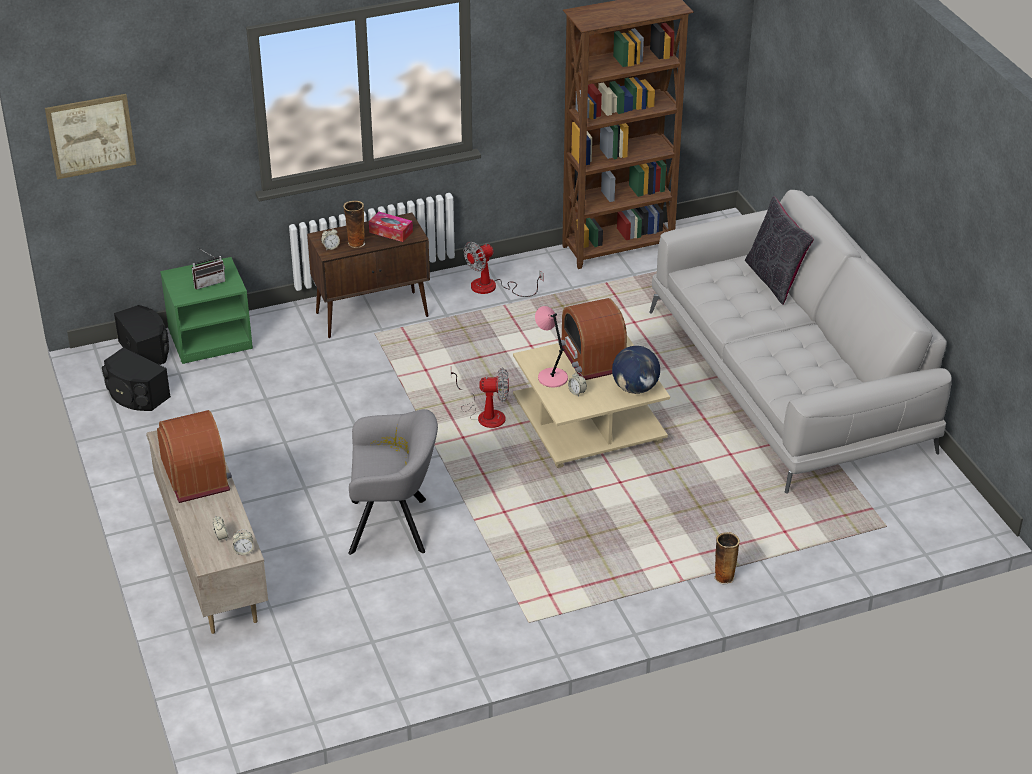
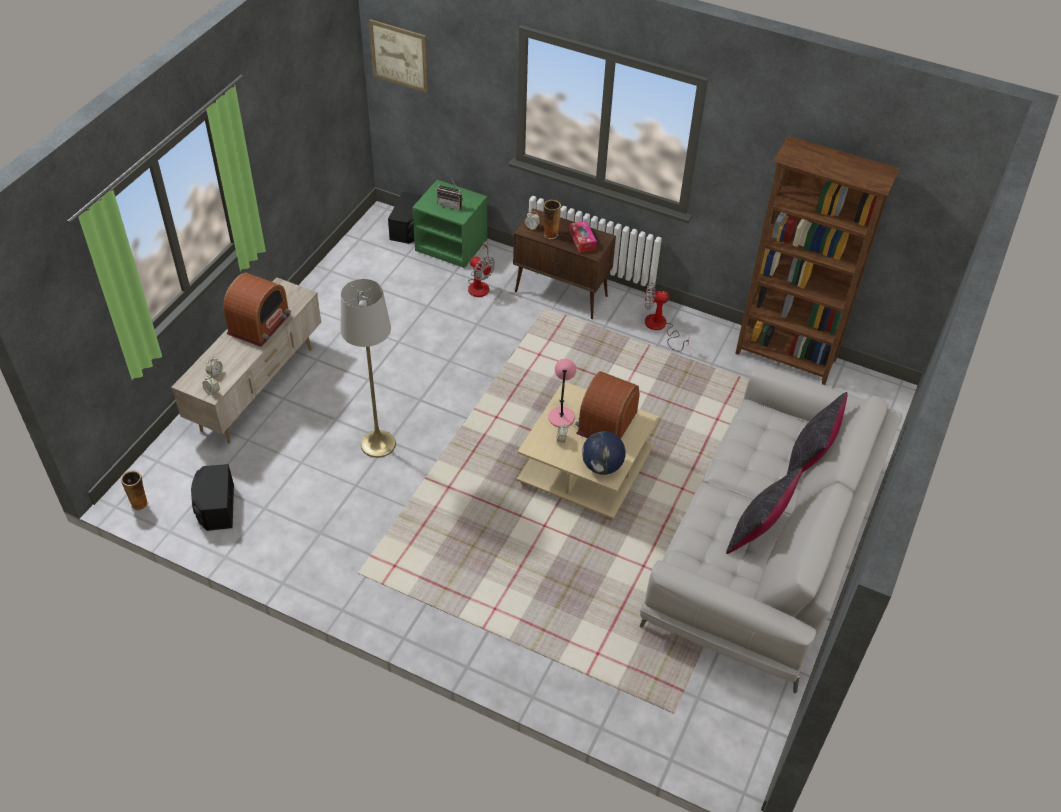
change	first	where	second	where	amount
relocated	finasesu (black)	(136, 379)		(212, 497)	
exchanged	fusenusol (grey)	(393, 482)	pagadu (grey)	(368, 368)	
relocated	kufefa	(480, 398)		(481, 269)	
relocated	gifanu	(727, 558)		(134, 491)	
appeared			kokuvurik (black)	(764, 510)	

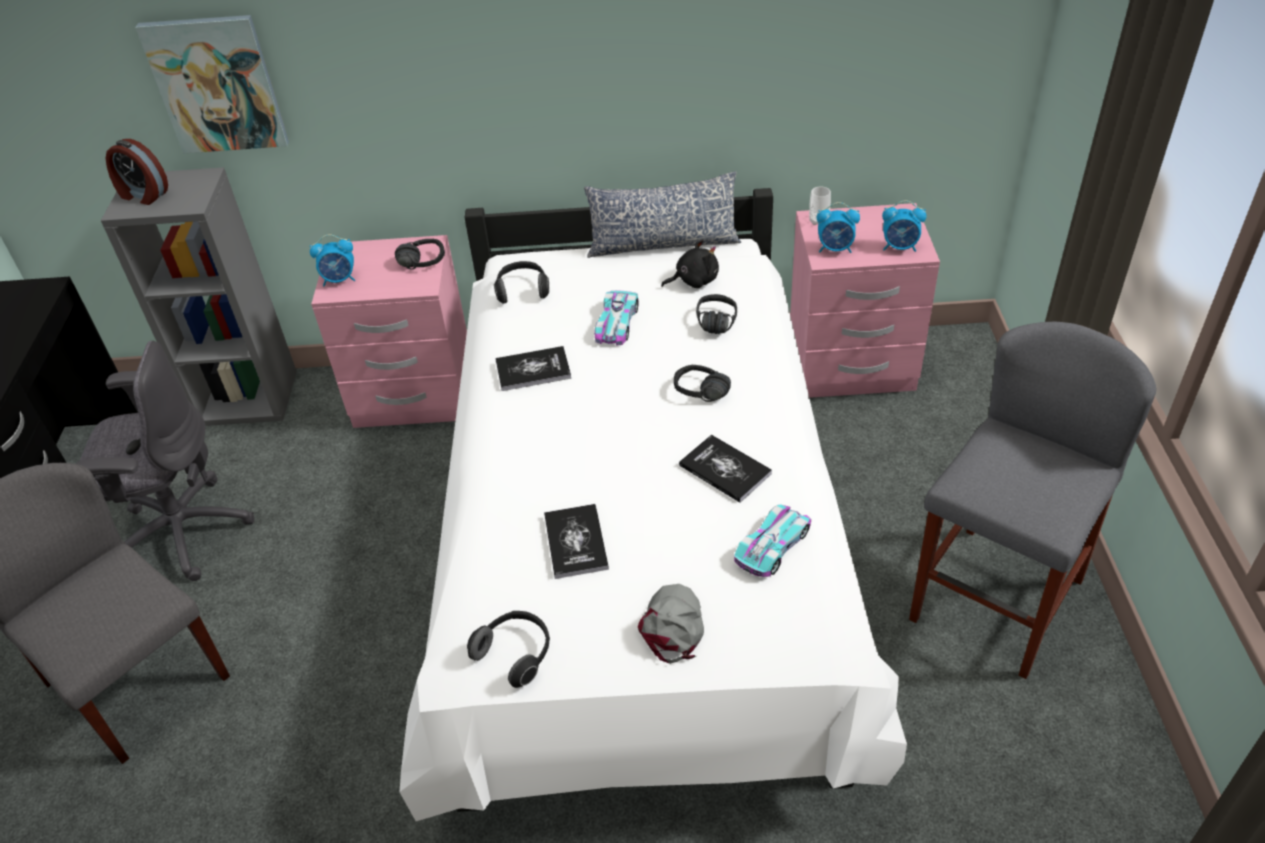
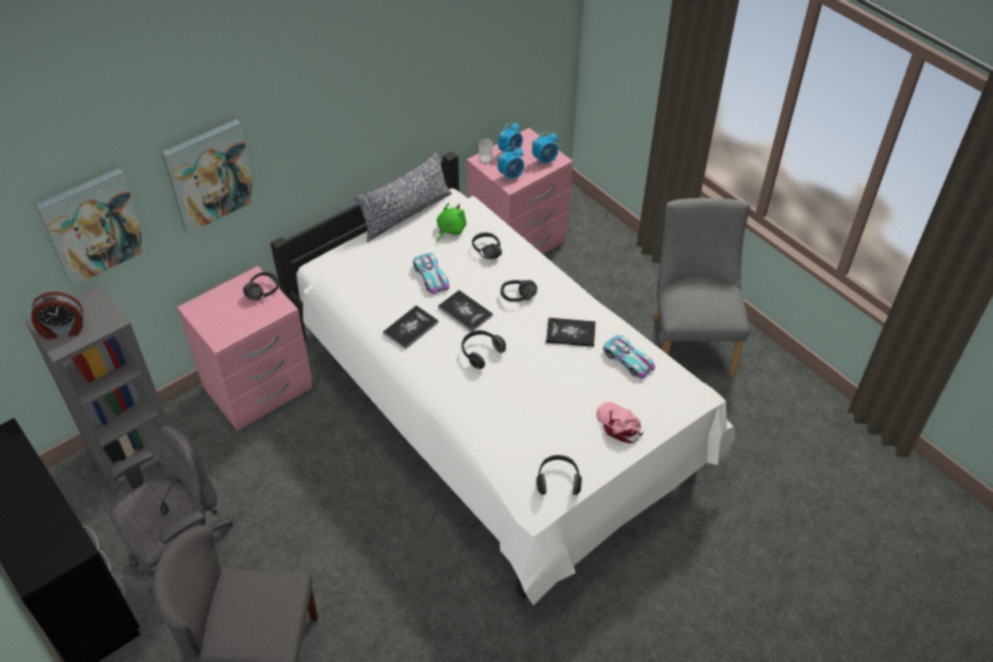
change	first	where	second	where	amount
relocated	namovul	(332, 260)		(510, 137)	
relocated	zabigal	(521, 282)		(483, 349)	
relocated	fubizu	(576, 541)		(465, 311)	
colour	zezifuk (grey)	(671, 624)	zezifuk (pink)	(620, 422)	
colour	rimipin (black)	(690, 263)	rimipin (green)	(451, 222)	
spun	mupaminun	(772, 540)		(629, 357)	135 degrees clockwise
exchanged	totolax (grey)	(1032, 500)	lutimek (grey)	(702, 287)	
appeared			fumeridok	(209, 176)	

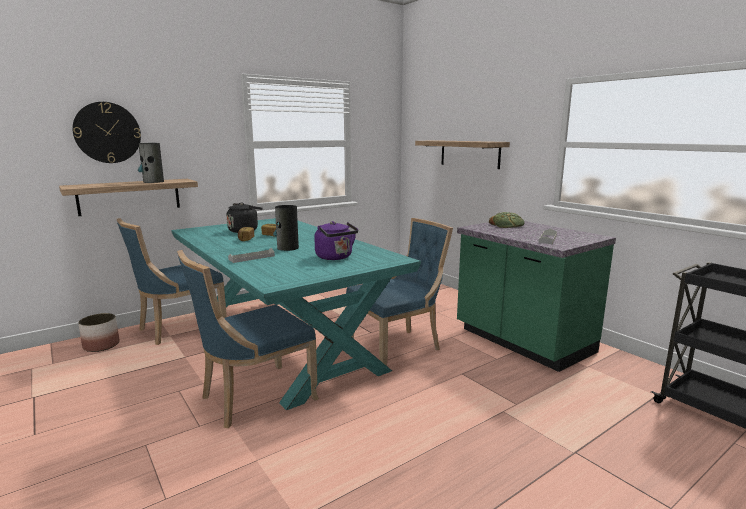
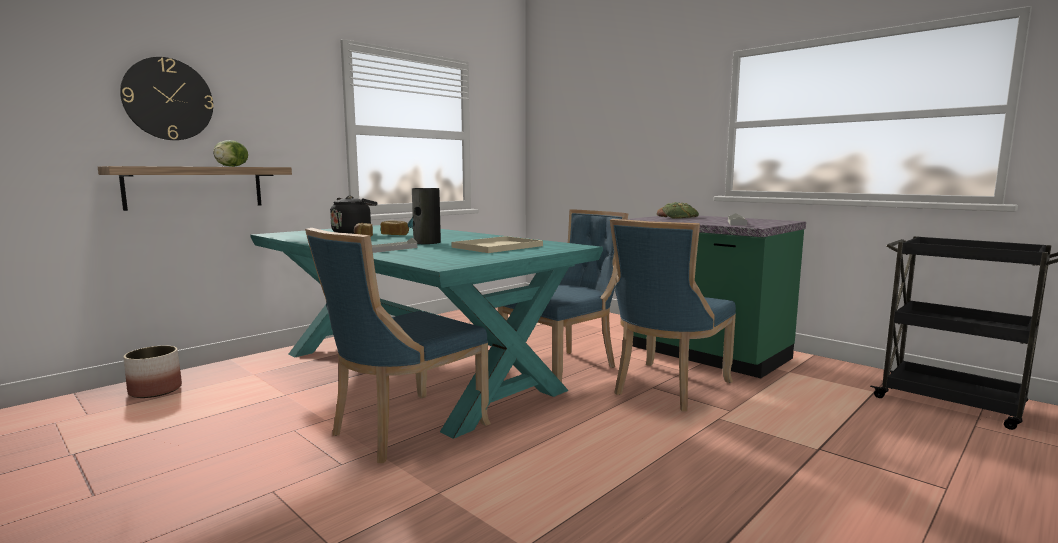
change	first	where	second	where	amount
relocated	lutimek (blue)	(172, 281)		(673, 315)	
exchanged	gifanu	(151, 163)	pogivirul	(230, 153)	
exchanged	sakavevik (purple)	(336, 240)	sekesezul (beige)	(497, 244)	
missing	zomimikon	(462, 154)			

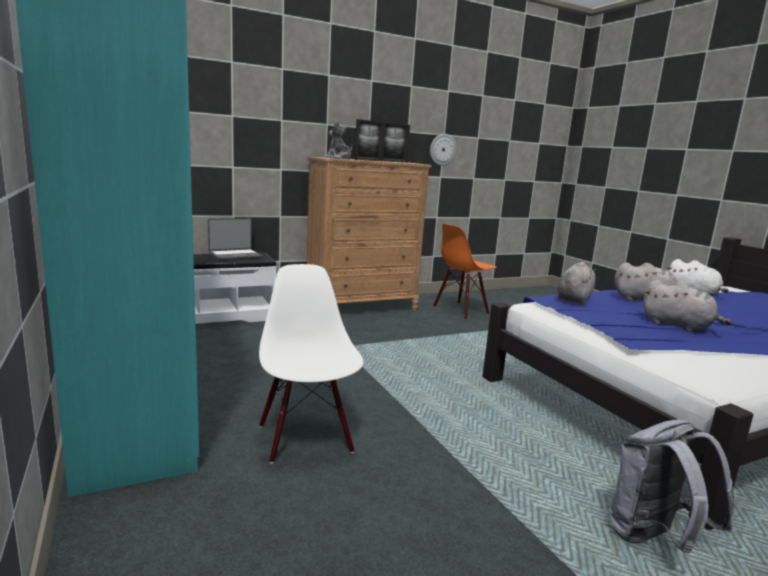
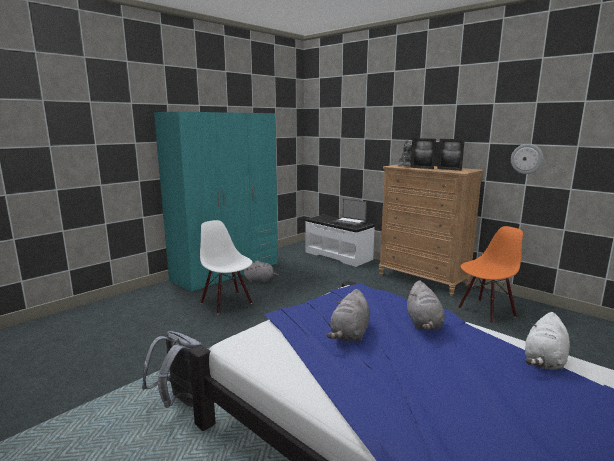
change	first	where	second	where	amount
spun	lutimek (white)	(311, 364)		(226, 267)	90 degrees counterclockwise
spun	lutimek (orange)	(465, 272)		(490, 275)	120 degrees clockwise
relocated	rimipin (grey)	(577, 283)		(261, 271)	

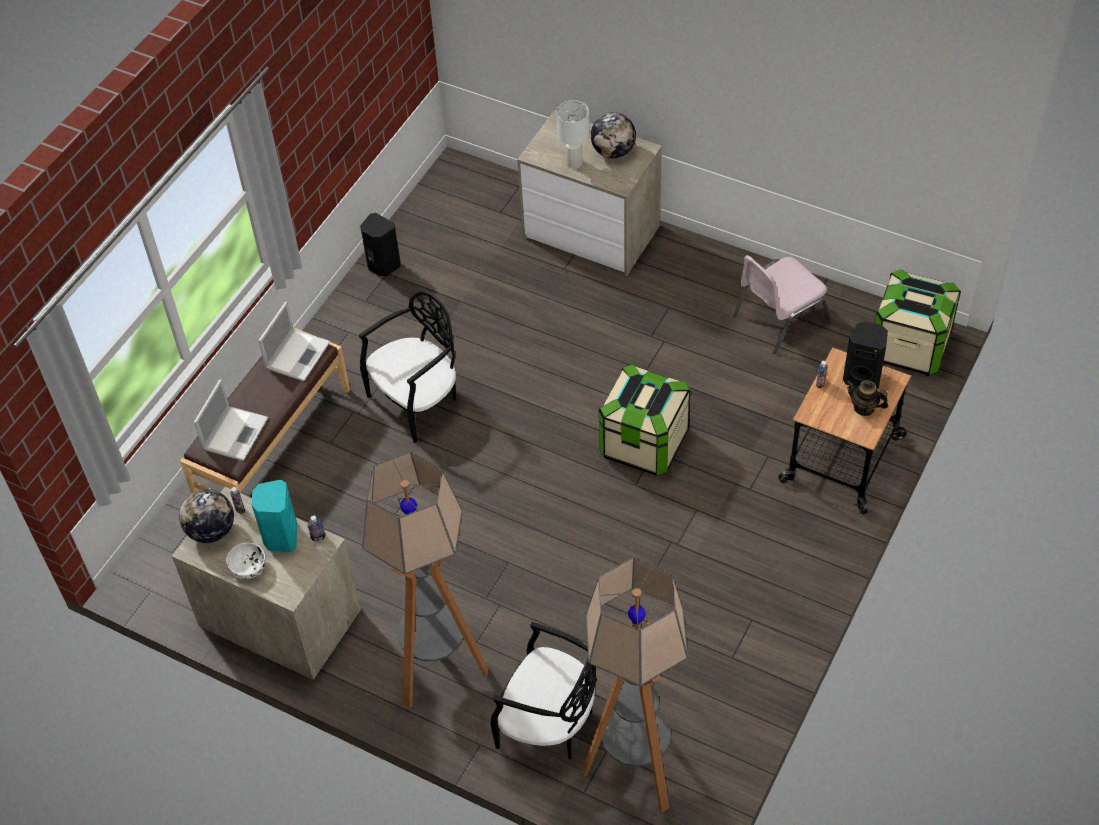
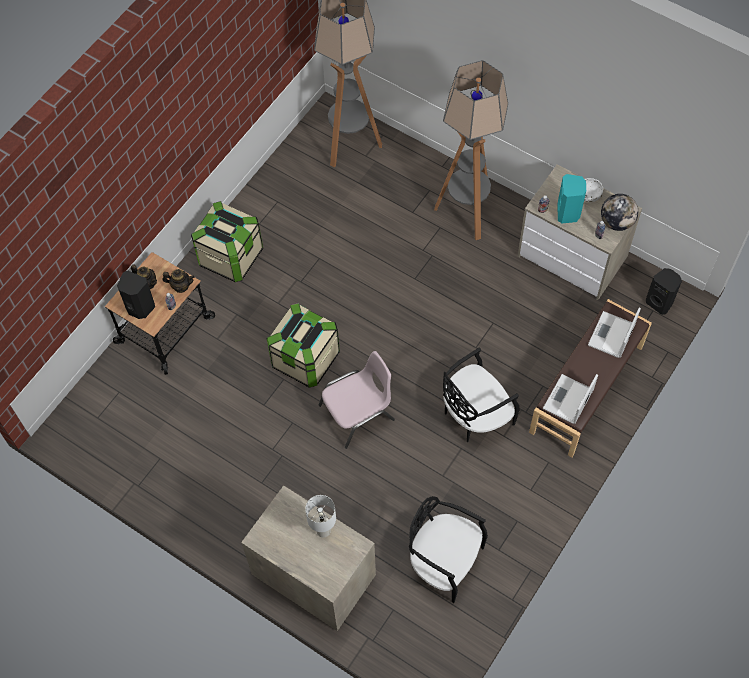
change	first	where	second	where	amount
relocated	finasesu (black)	(380, 244)		(664, 291)	
relocated	lutimek (black)	(543, 690)		(448, 549)	
missing	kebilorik	(613, 135)			
relocated	lutimek (pink)	(781, 304)		(357, 400)	
relocated	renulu	(917, 322)		(227, 241)	
appeared			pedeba	(178, 281)	

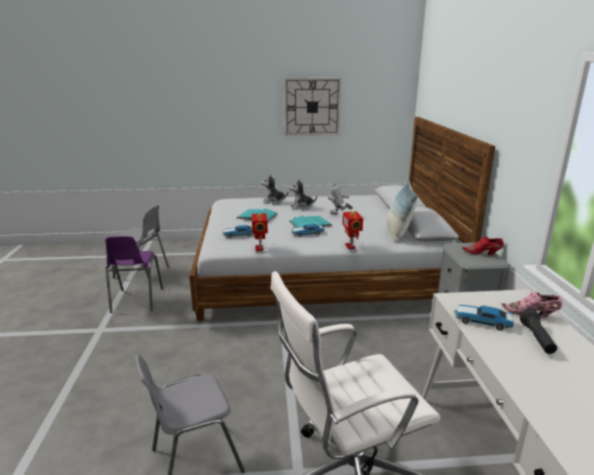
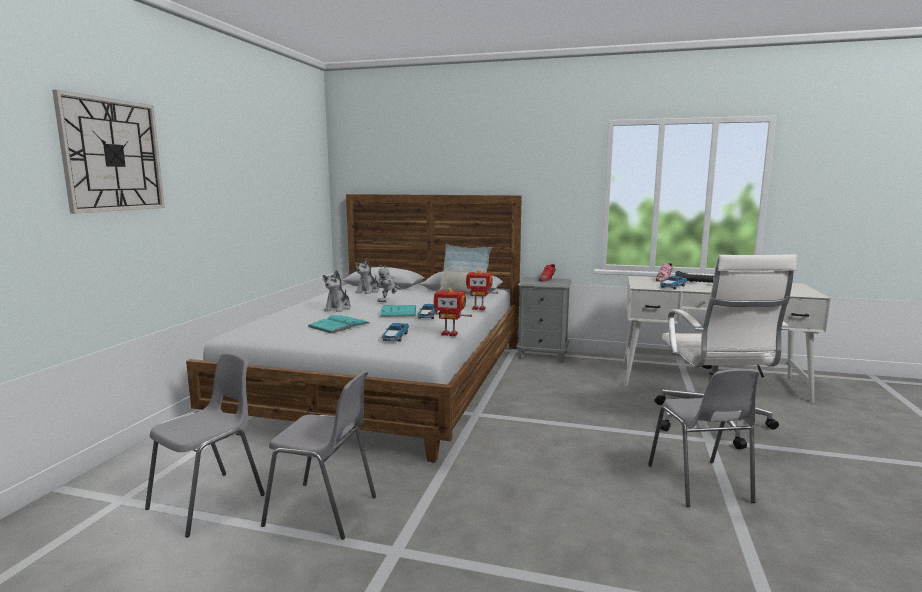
change	first	where	second	where	amount
colour	lutimek (purple)	(134, 274)	lutimek (grey)	(318, 455)	
relocated	rimipin	(275, 190)		(367, 276)	
relocated	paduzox	(312, 107)		(108, 152)	

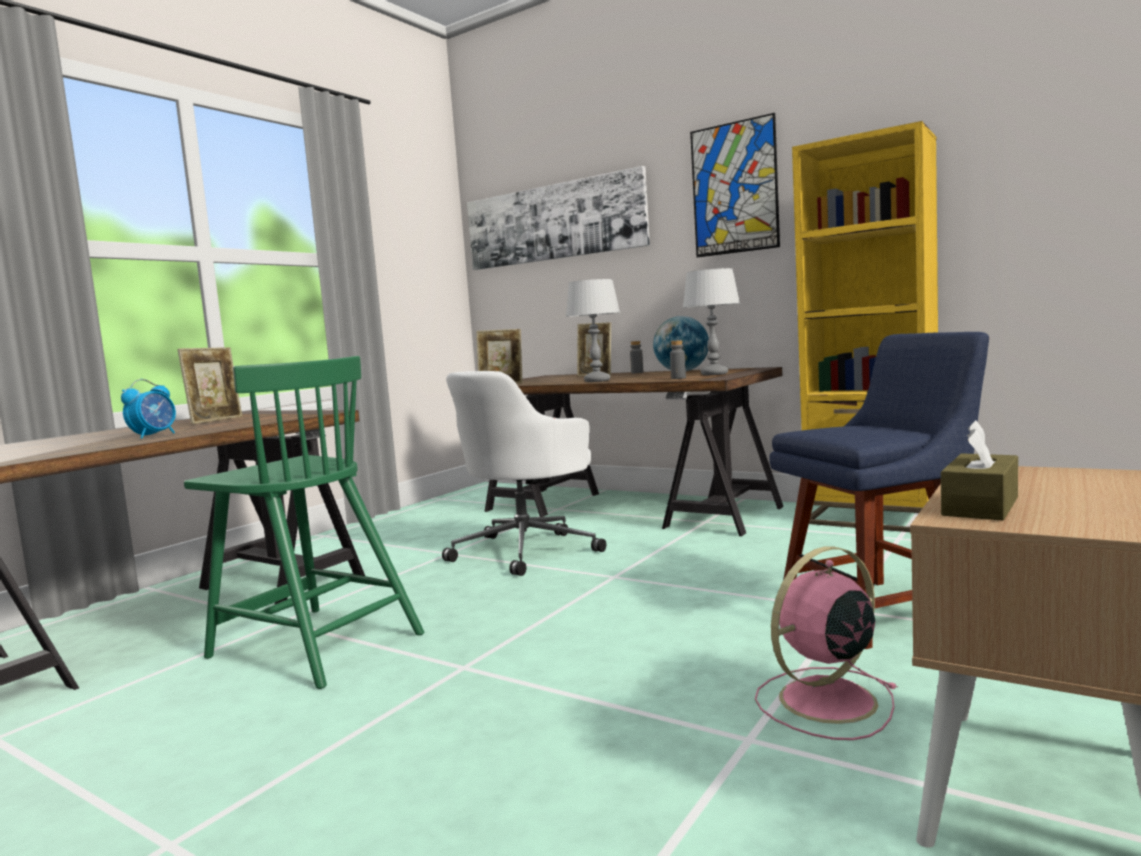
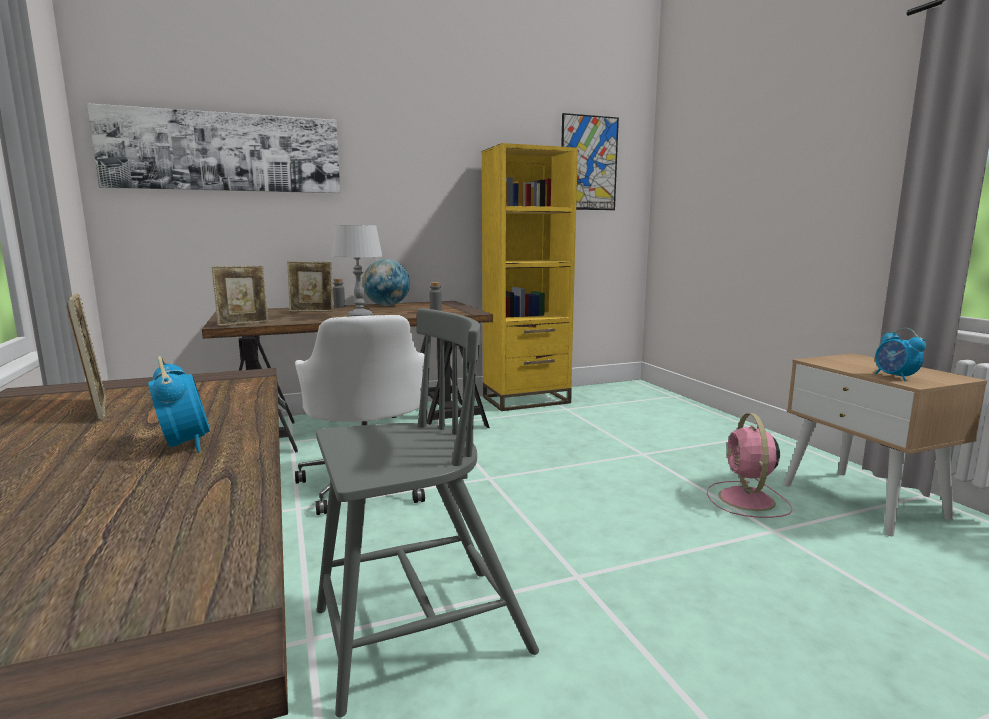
change	first	where	second	where	amount
colour	lutimek (green)	(304, 522)	lutimek (grey)	(427, 512)	
missing	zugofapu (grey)	(711, 321)			
relocated	fumeridok	(735, 185)		(590, 161)	
missing	lutimek (blue)	(879, 490)			
exchanged	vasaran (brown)	(979, 470)	namovul	(900, 354)	

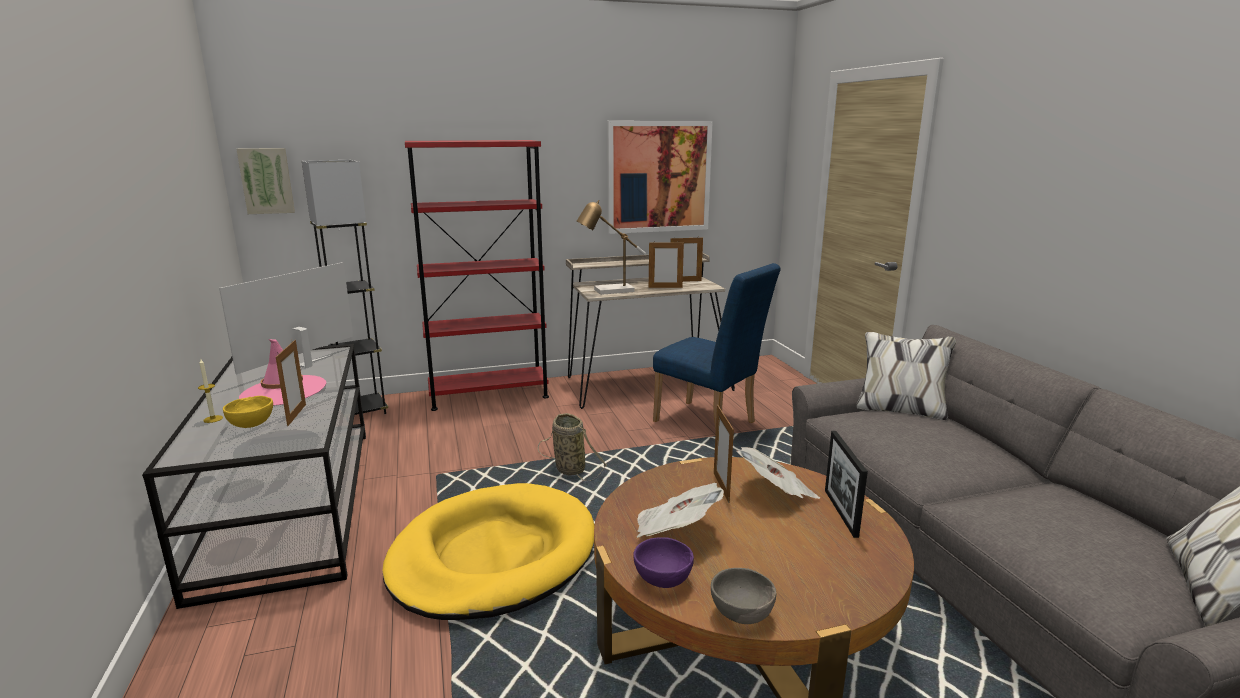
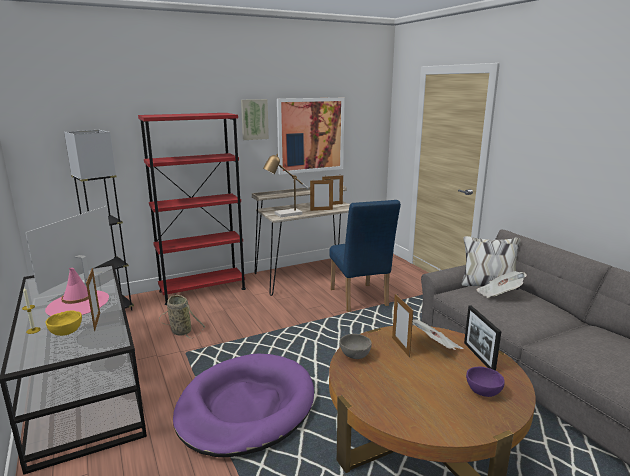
change	first	where	second	where	amount
relocated	fumeridok	(265, 181)		(255, 119)	
colour	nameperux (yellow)	(489, 551)	nameperux (purple)	(243, 405)	
relocated	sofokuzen	(572, 447)		(182, 316)	
relocated	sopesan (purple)	(664, 562)		(485, 382)	
relocated	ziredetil	(680, 510)		(502, 284)	
spun	lutimek (blue)	(717, 346)		(365, 256)	45 degrees clockwise
relocated	sopesan (grey)	(743, 596)		(356, 346)	

